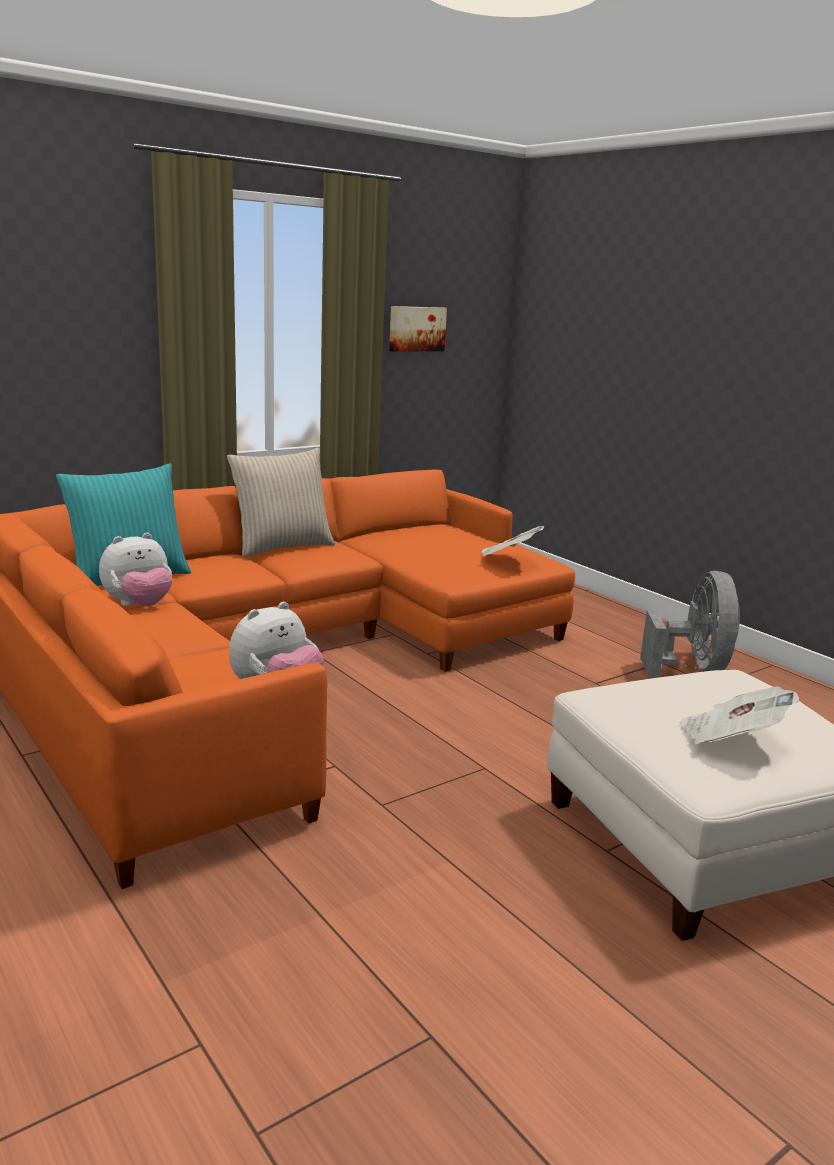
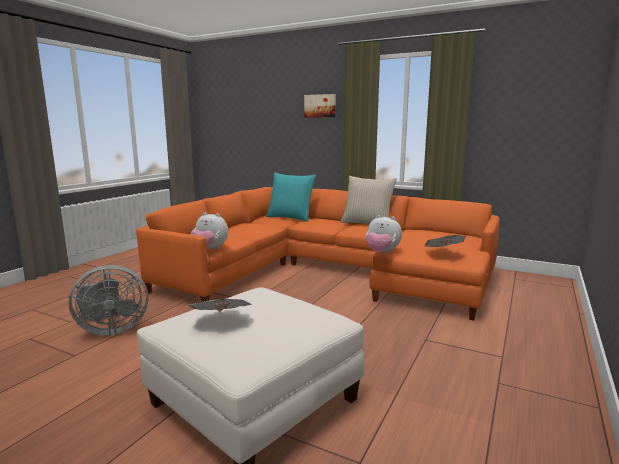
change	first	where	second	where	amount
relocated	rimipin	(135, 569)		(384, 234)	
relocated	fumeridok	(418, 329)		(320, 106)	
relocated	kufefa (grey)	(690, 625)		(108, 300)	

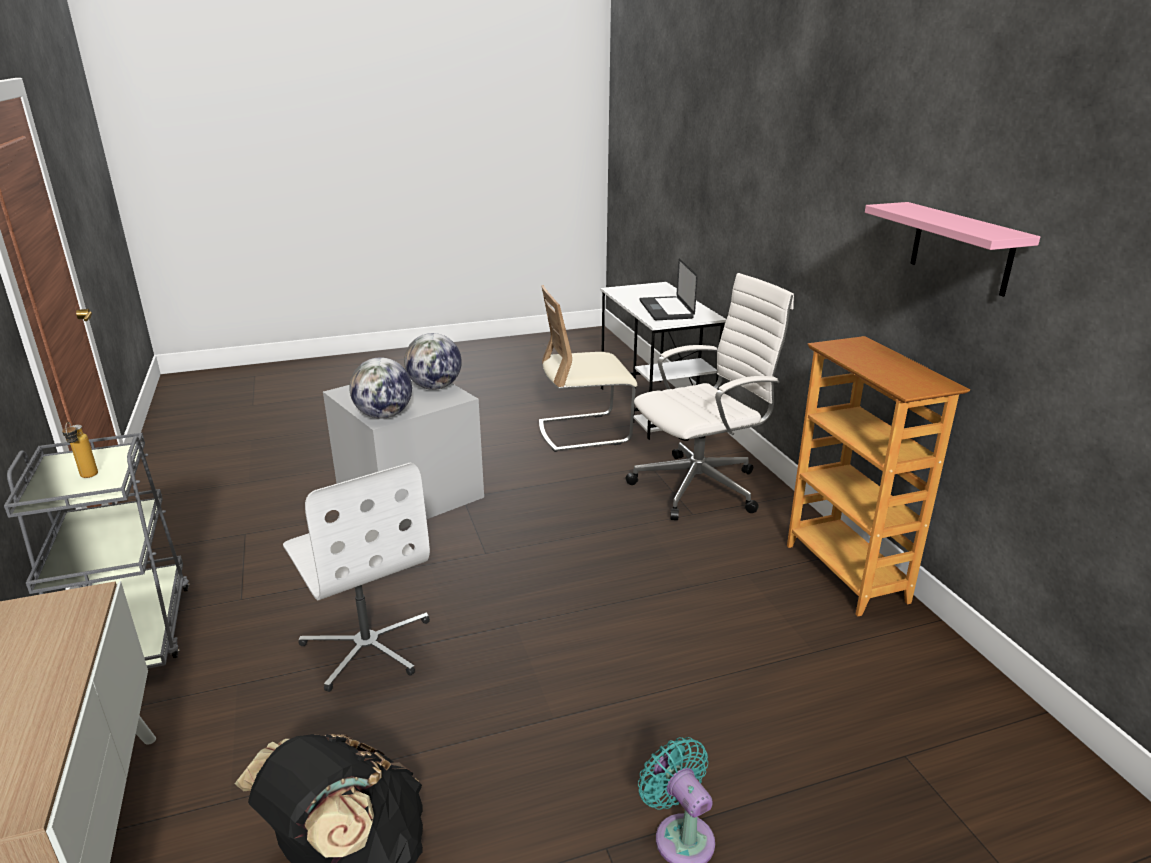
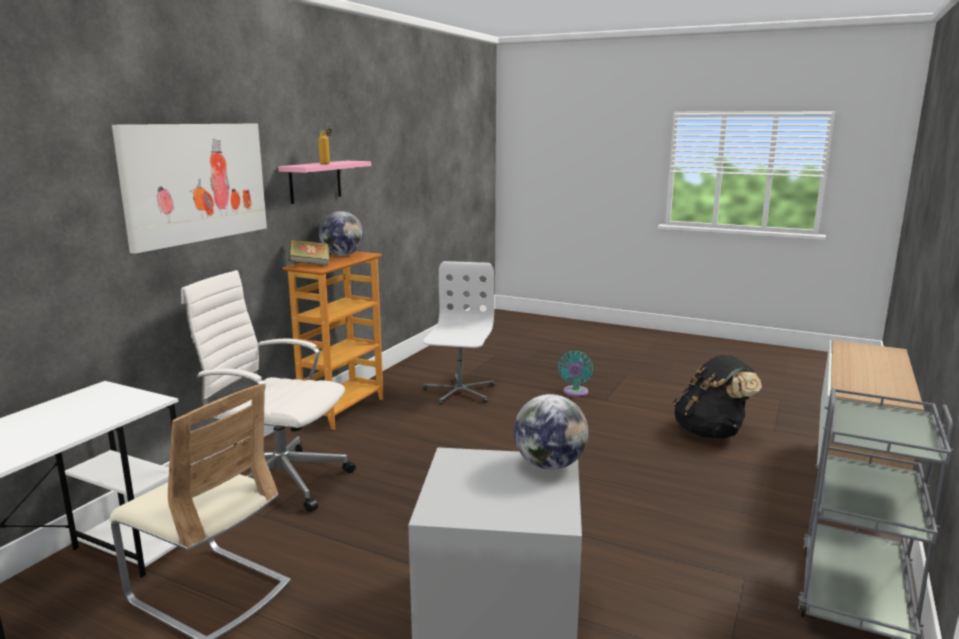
change	first	where	second	where	amount
relocated	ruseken	(80, 450)		(326, 143)	
relocated	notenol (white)	(356, 577)		(459, 333)	
relocated	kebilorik	(433, 361)		(341, 233)	
missing	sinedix	(669, 289)			
appeared			fumeridok	(189, 189)	
appeared			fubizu	(309, 252)	

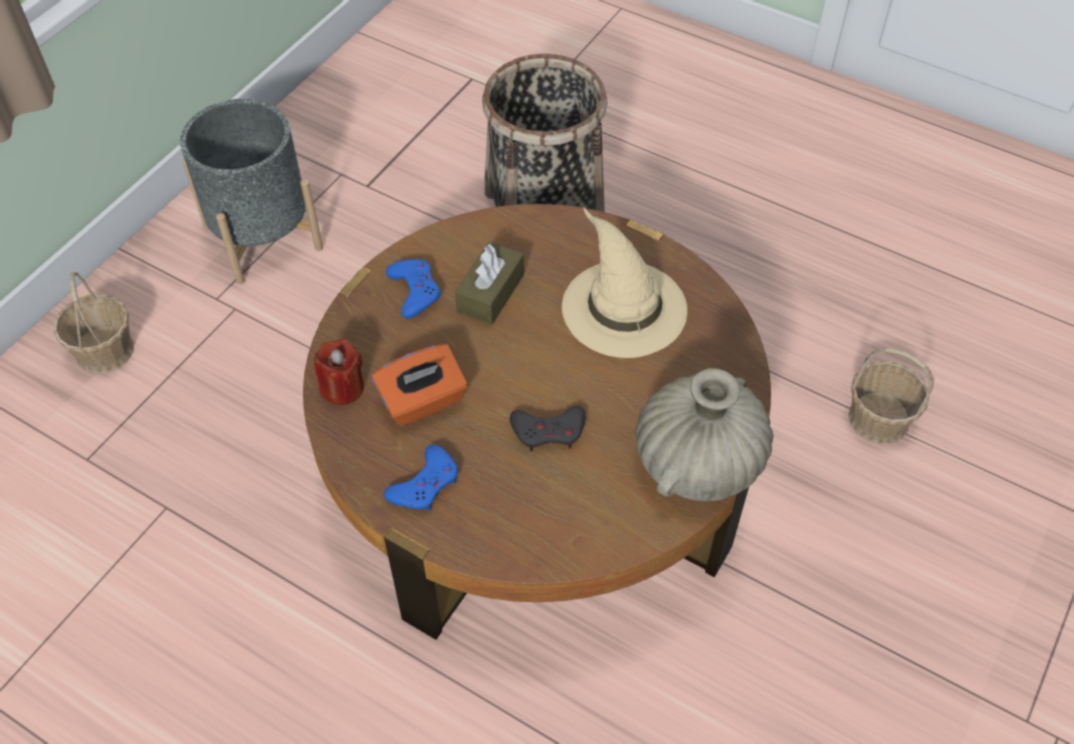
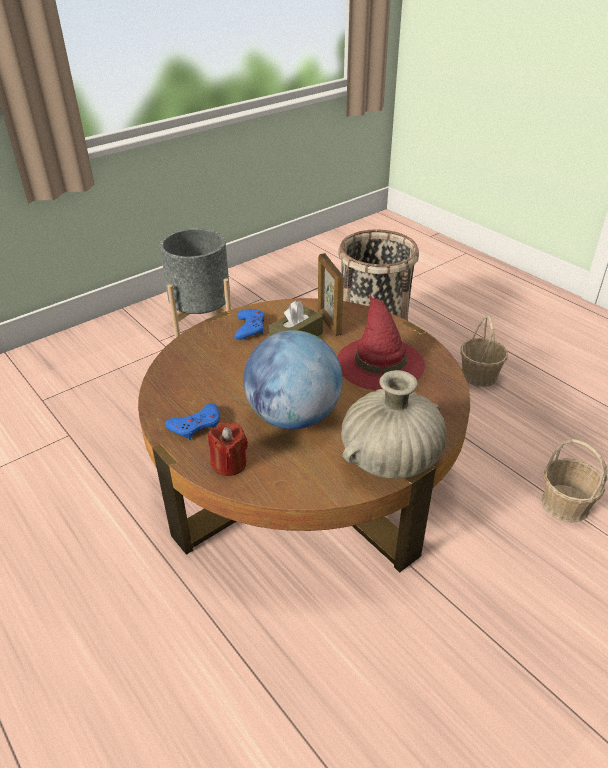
change	first	where	second	where	amount
relocated	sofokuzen	(94, 323)		(484, 351)	
relocated	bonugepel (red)	(339, 372)		(228, 449)	
missing	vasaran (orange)	(419, 385)			
exchanged	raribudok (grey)	(547, 428)	kebilorik	(293, 379)	
colour	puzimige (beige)	(624, 283)	puzimige (red)	(381, 342)	
appeared			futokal	(331, 294)	

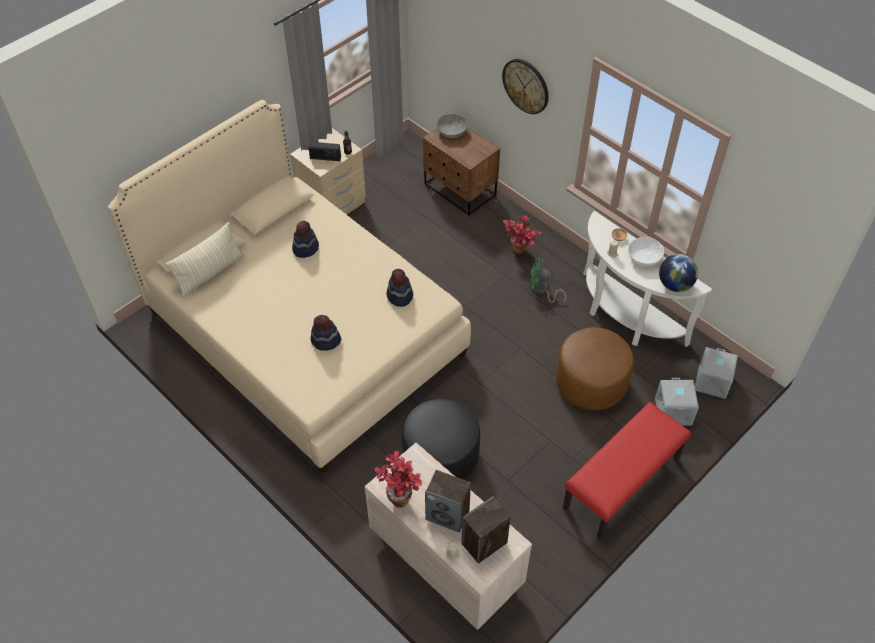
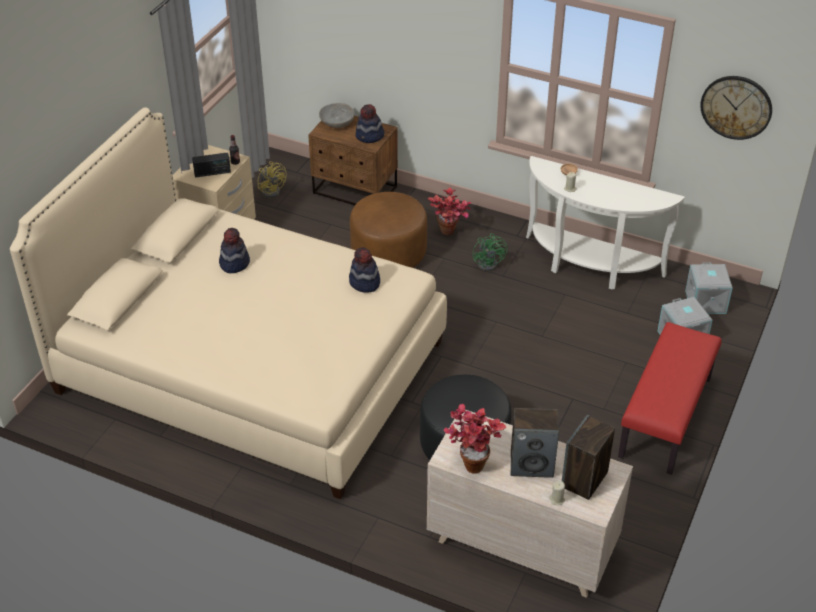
change	first	where	second	where	amount
missing	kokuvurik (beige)	(205, 260)			
relocated	puzimige	(326, 333)		(370, 123)	
relocated	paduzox	(525, 86)		(736, 108)	
spun	kufefa (green)	(548, 280)		(490, 252)	90 degrees counterclockwise
relocated	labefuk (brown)	(595, 368)		(388, 230)	
missing	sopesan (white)	(646, 251)			
missing	kebilorik	(678, 273)			
appeared			kufefa (yellow)	(272, 179)	

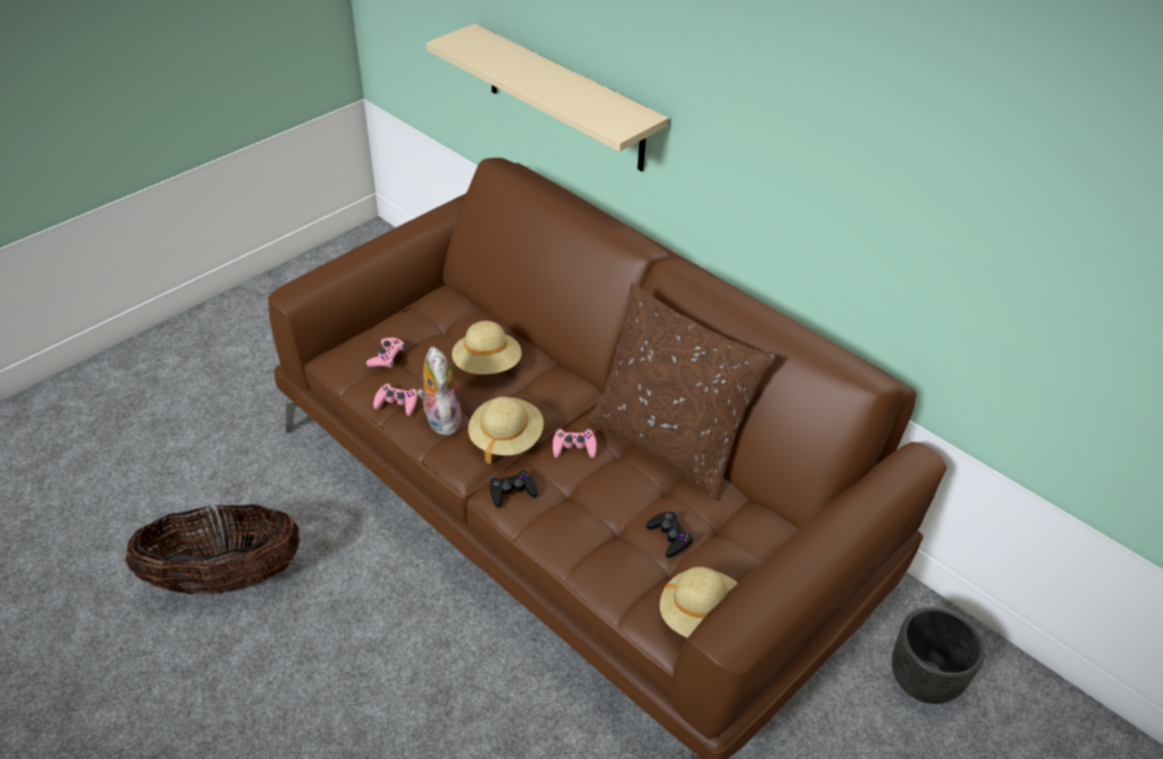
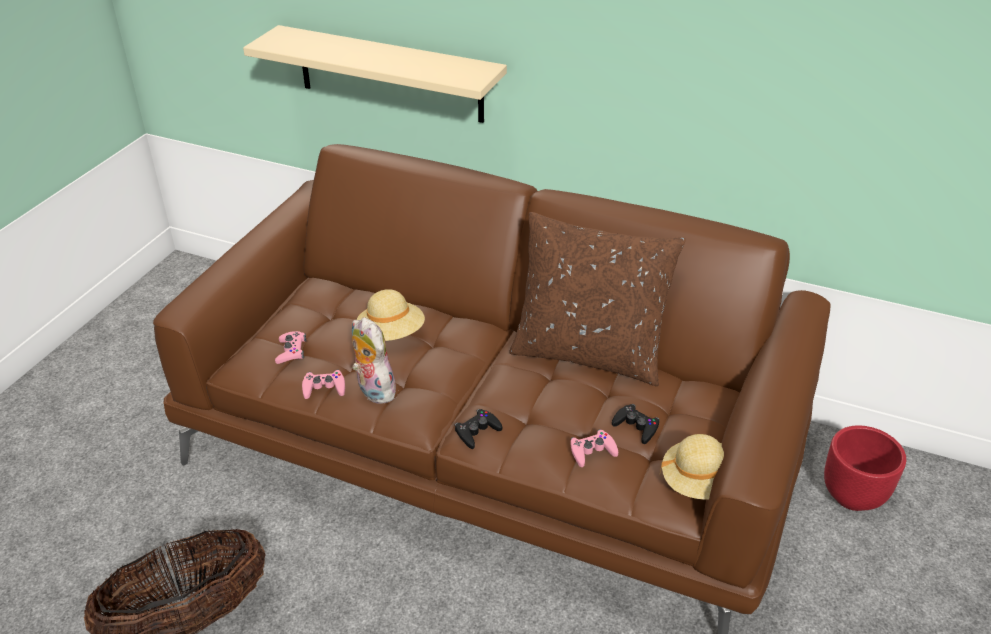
change	first	where	second	where	amount
missing	puzimige (beige)	(506, 430)			
relocated	raribudok (pink)	(575, 443)		(594, 448)	
colour	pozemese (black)	(938, 655)	pozemese (red)	(865, 468)	

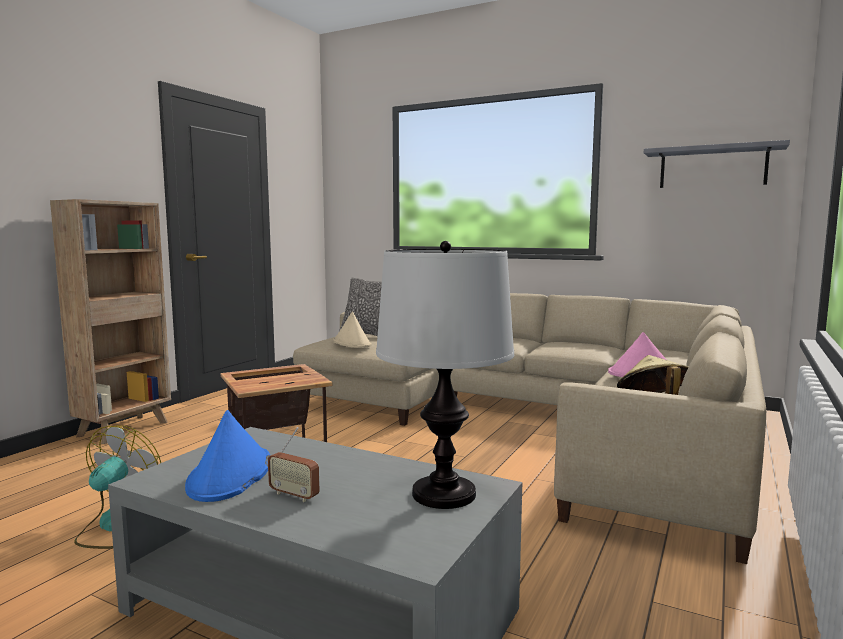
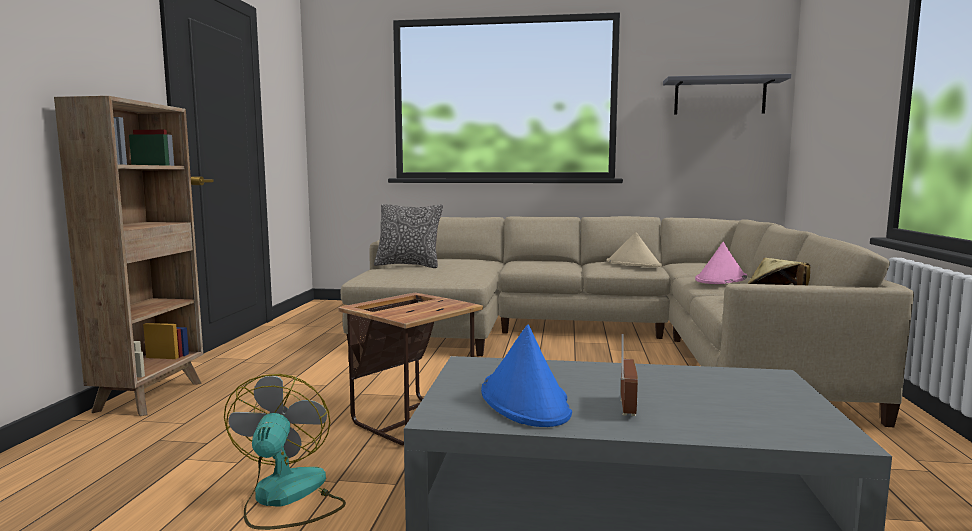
change	first	where	second	where	amount
spun	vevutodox	(294, 464)		(629, 375)	90 degrees counterclockwise
relocated	puzimige (beige)	(352, 329)		(634, 249)	
missing	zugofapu	(445, 375)			

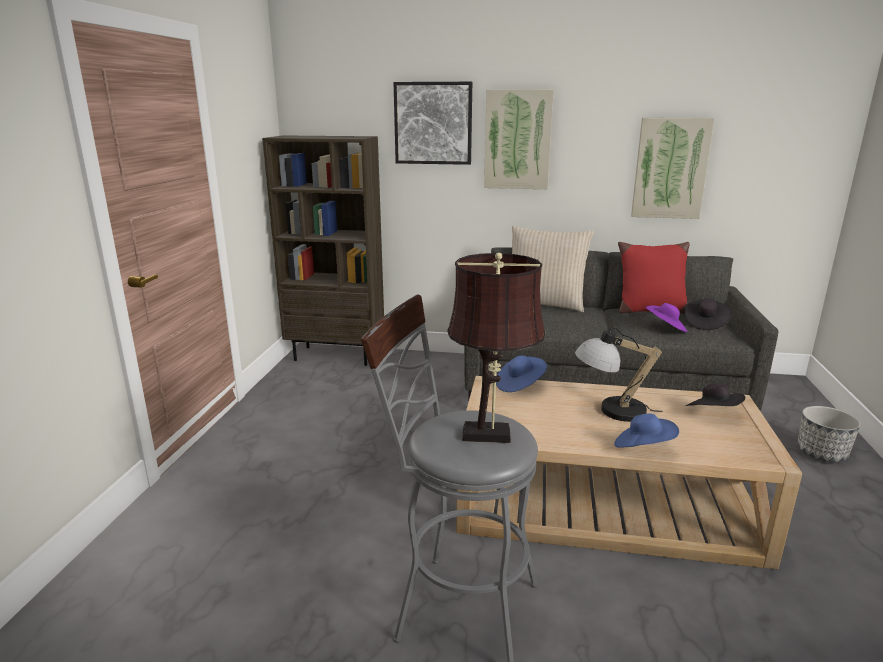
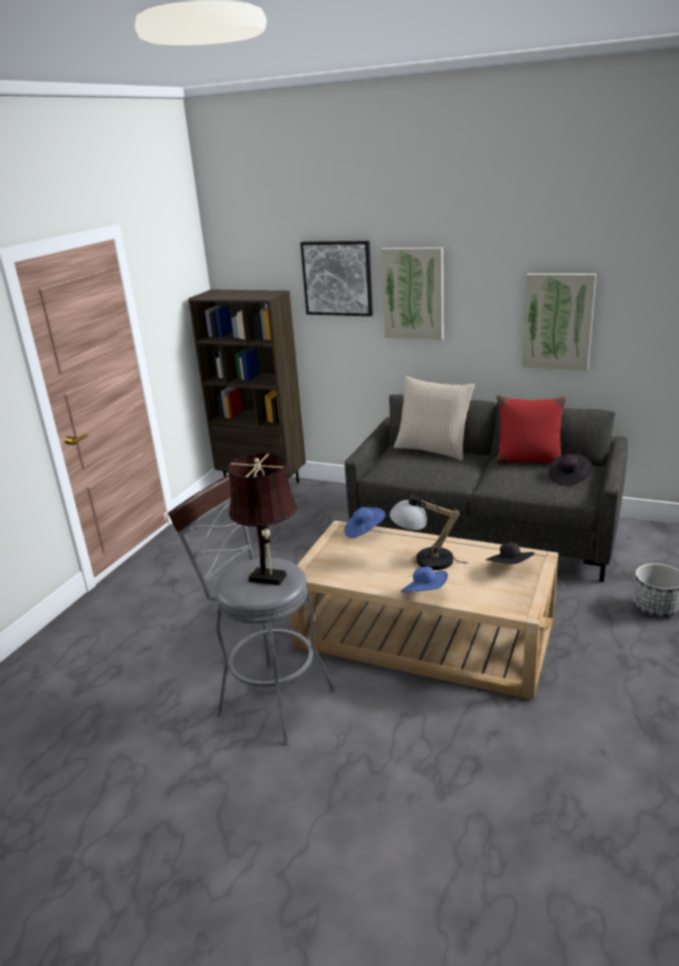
change	first	where	second	where	amount
missing	puzimige (purple)	(666, 317)			

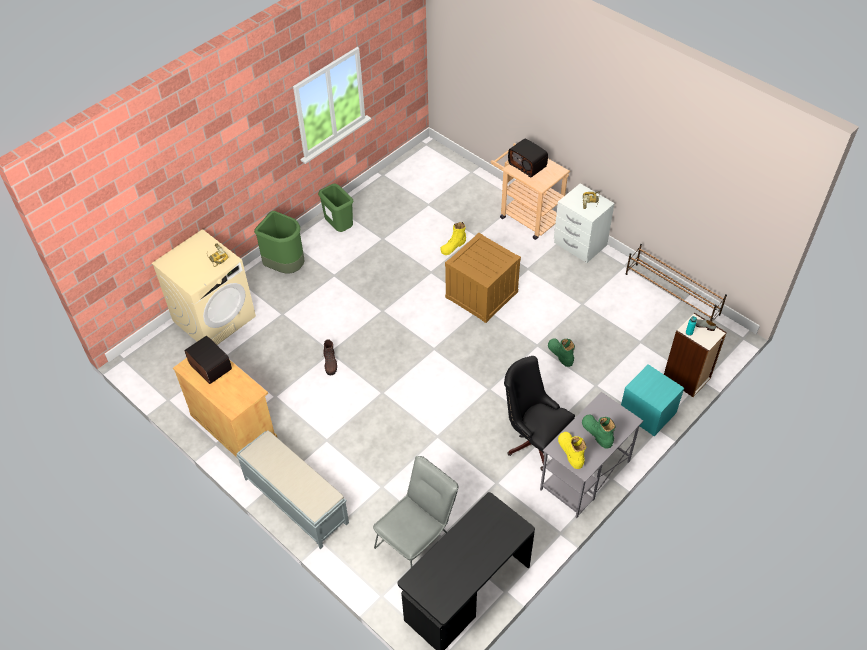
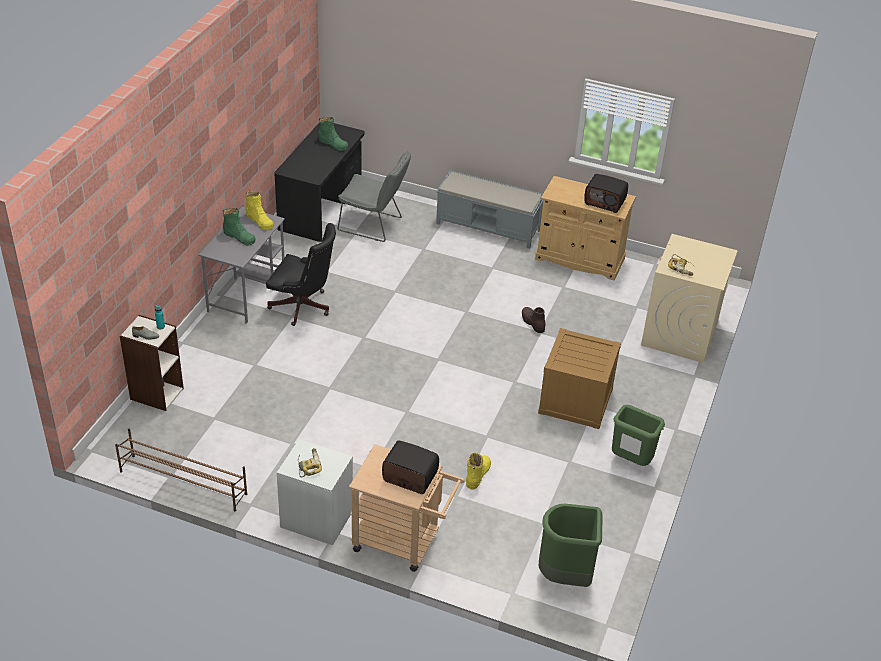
change	first	where	second	where	amount
relocated	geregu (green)	(279, 242)		(571, 545)	
spun	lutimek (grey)	(415, 512)		(374, 196)	90 degrees counterclockwise
relocated	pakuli	(483, 278)		(579, 378)	
relocated	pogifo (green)	(561, 352)		(333, 134)	
missing	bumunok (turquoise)	(652, 400)			

